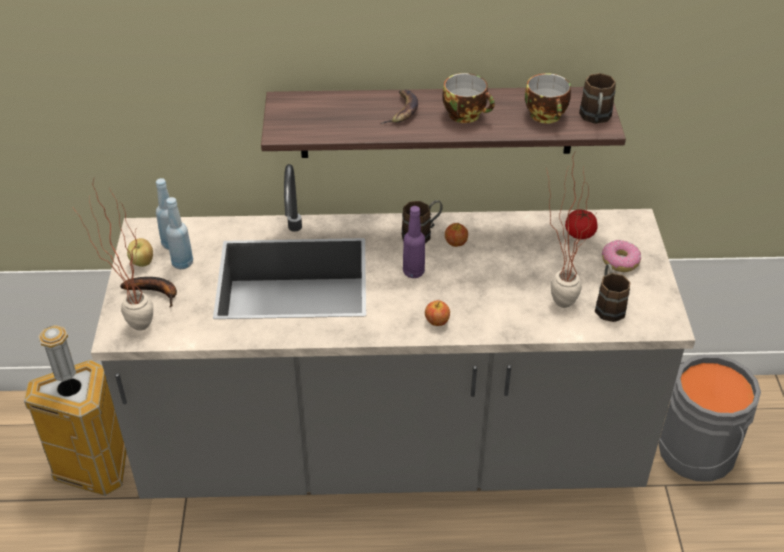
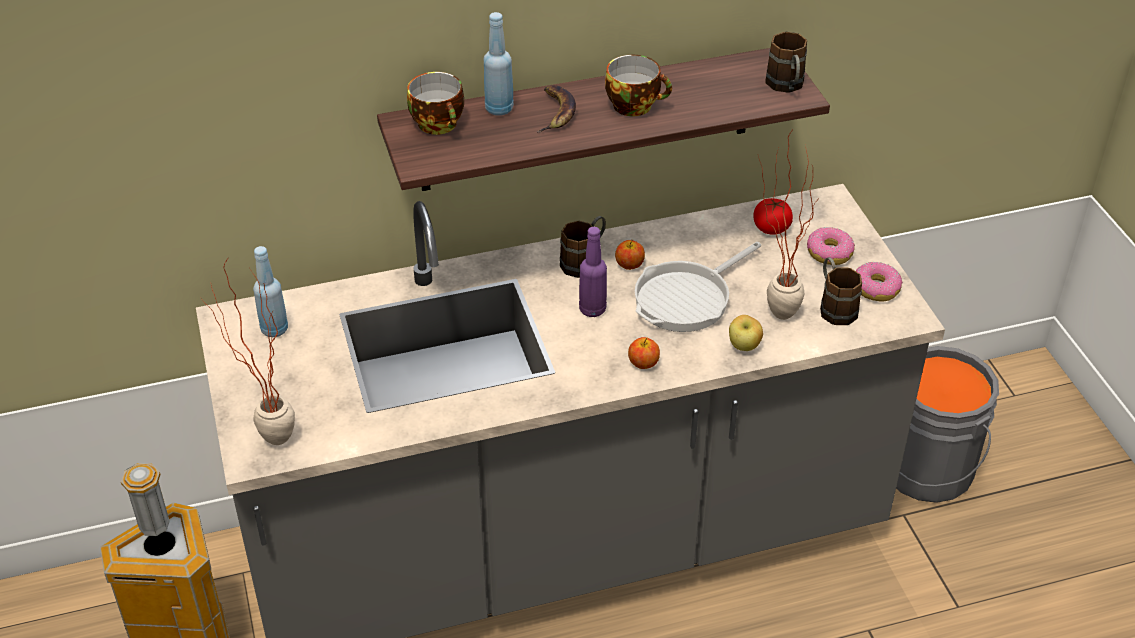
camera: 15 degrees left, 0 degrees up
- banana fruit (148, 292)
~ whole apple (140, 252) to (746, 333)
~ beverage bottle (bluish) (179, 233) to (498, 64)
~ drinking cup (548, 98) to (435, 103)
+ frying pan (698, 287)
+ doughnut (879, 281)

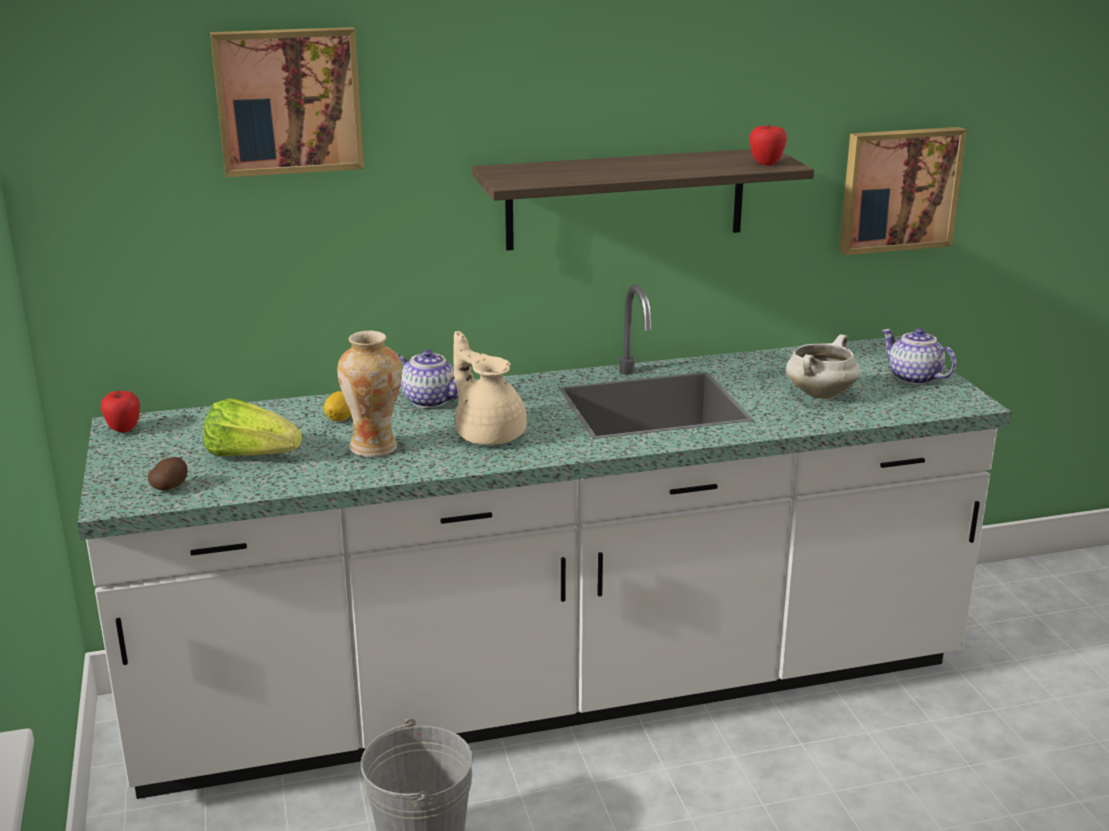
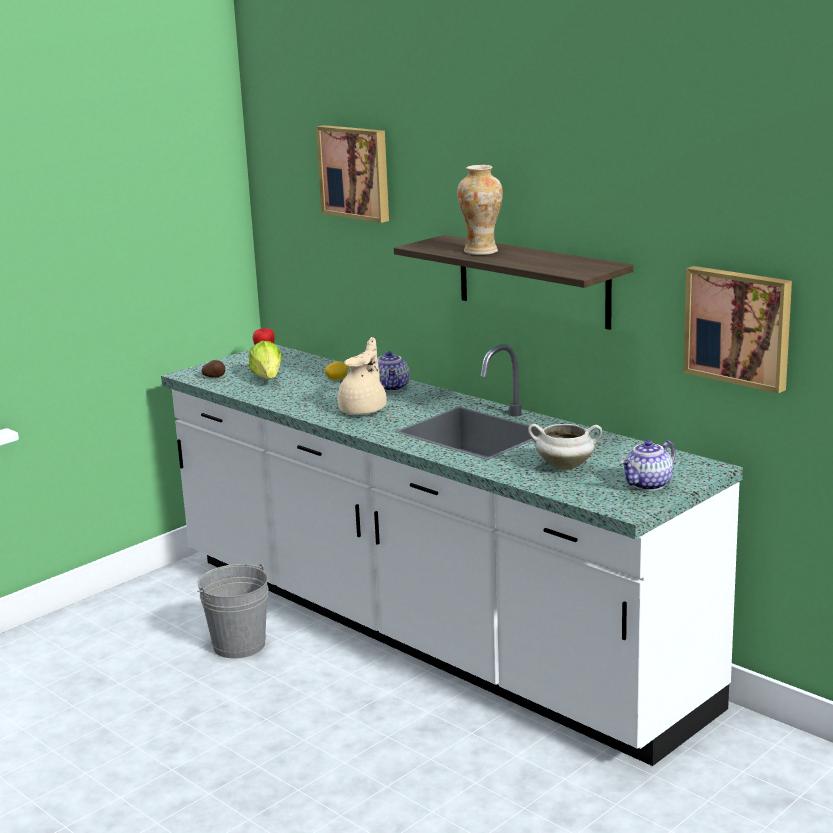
camera: 60 degrees right, 5 degrees down
~ decorative vase (369, 394) to (480, 210)
- whole apple (768, 144)
~ pot for tea (919, 356) = (648, 465) 150 degrees counterclockwise

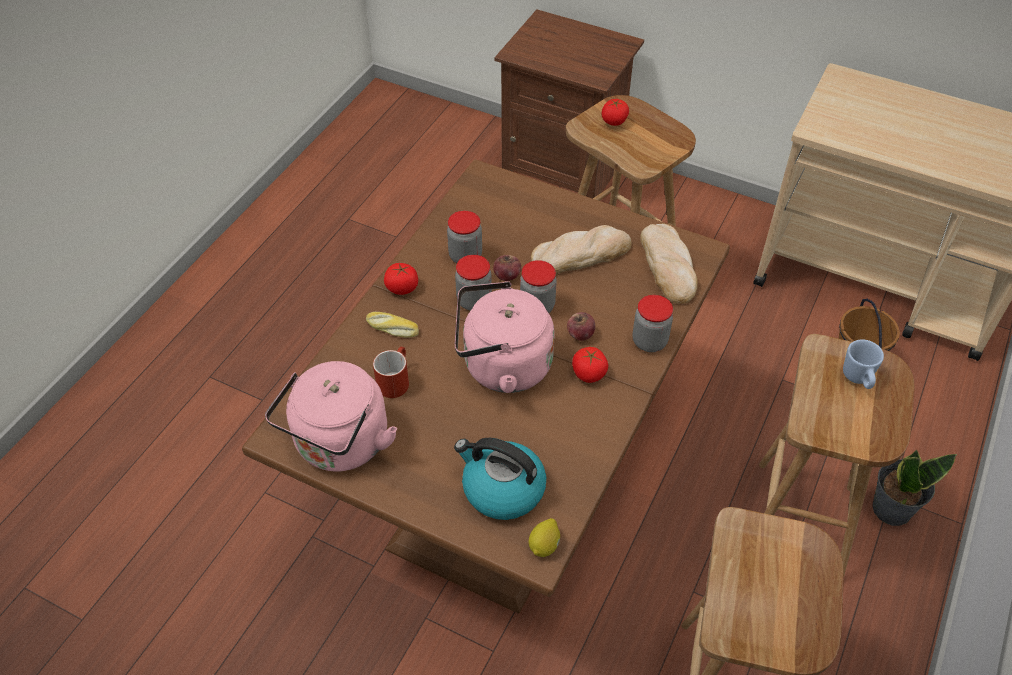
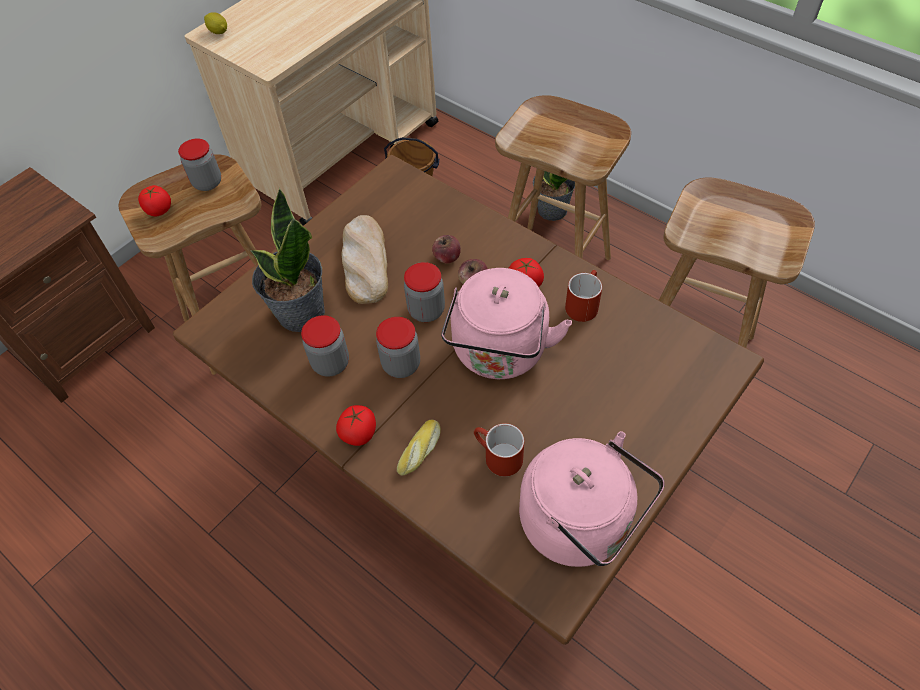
camera: 75 degrees left, 5 degrees up
- kettle (500, 479)
~ whole apple (507, 268) to (446, 249)
~ lemon (544, 537) to (215, 23)
~ storage jar (653, 323) to (199, 164)
- bread (669, 264)
- tea mug (bluish) (863, 364)
+ plant in a pot (287, 260)
+ tea mug (reddish) (583, 296)

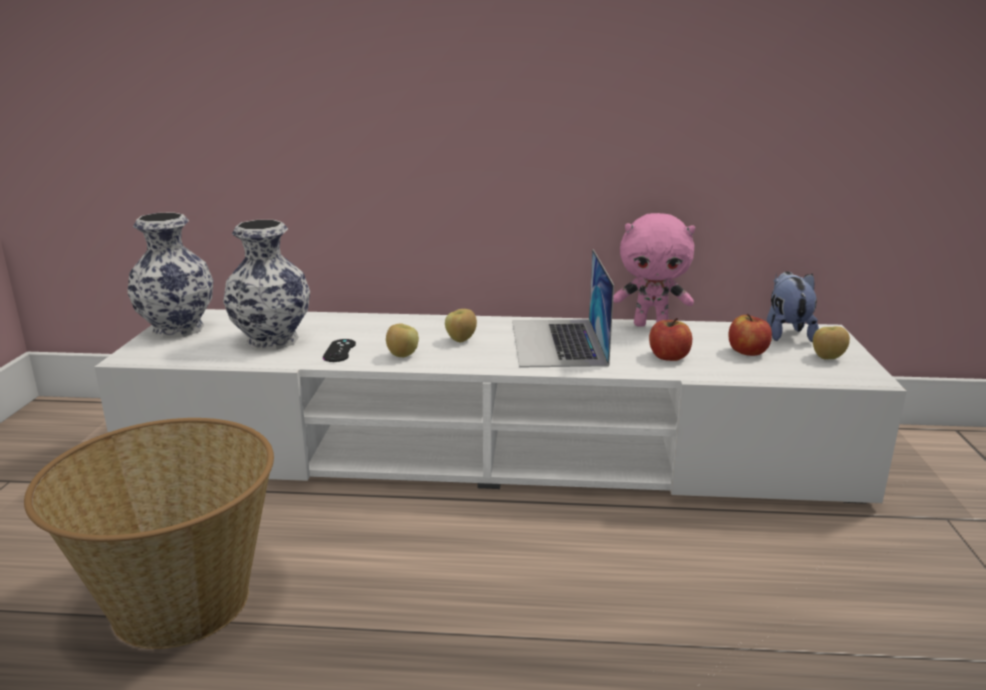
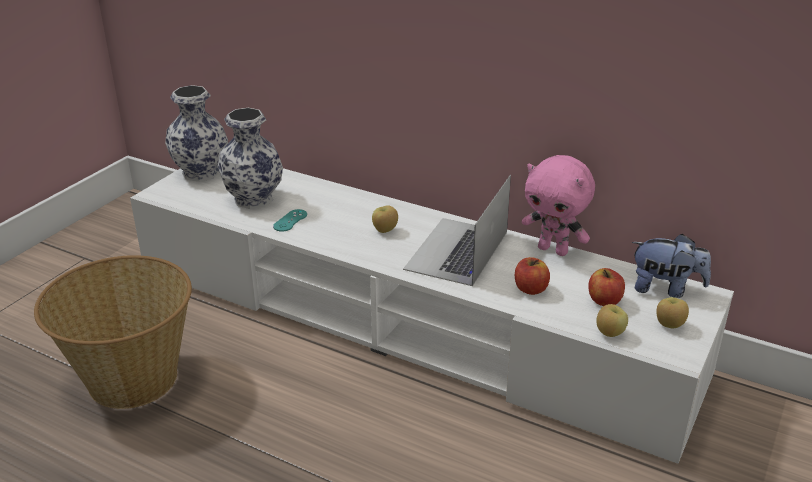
camera: 25 degrees right, 10 degrees up
~ game controller (black-coloured) (339, 350) to game controller (turquoise-coloured) (290, 220)
~ whole apple (402, 340) to (612, 320)
~ soft toy (793, 306) = (671, 266) 75 degrees clockwise

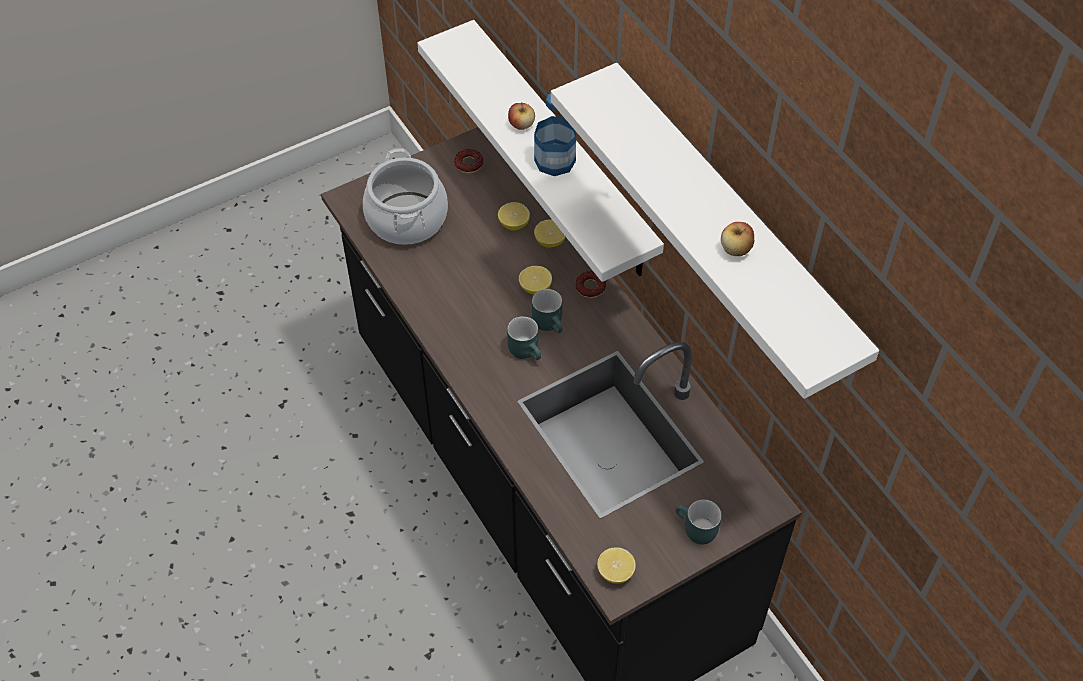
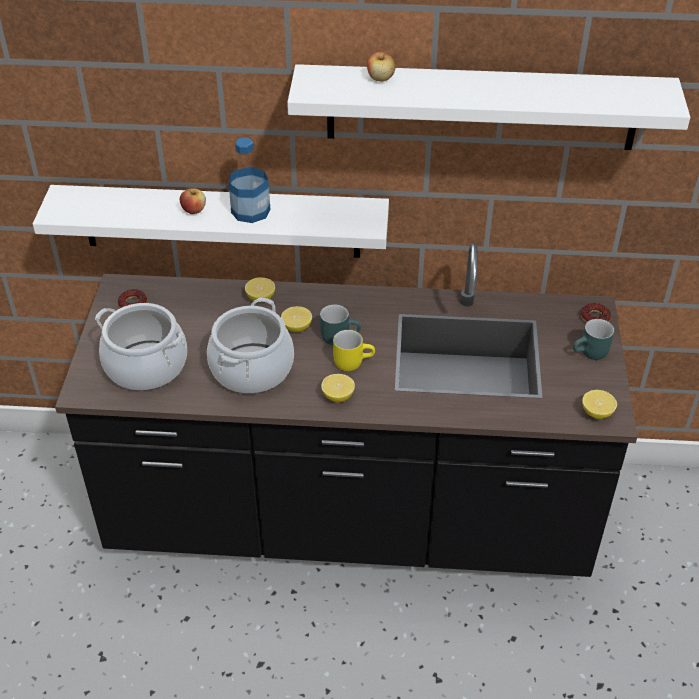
camera: 55 degrees left, 10 degrees down
~ lemon (514, 216) to (338, 388)
~ tea mug (turquoise-coloured) (524, 338) to tea mug (yellowish) (354, 350)
~ doughnut (590, 284) to (596, 313)
~ whole apple (737, 239) to (381, 66)
+ saucepot (250, 346)

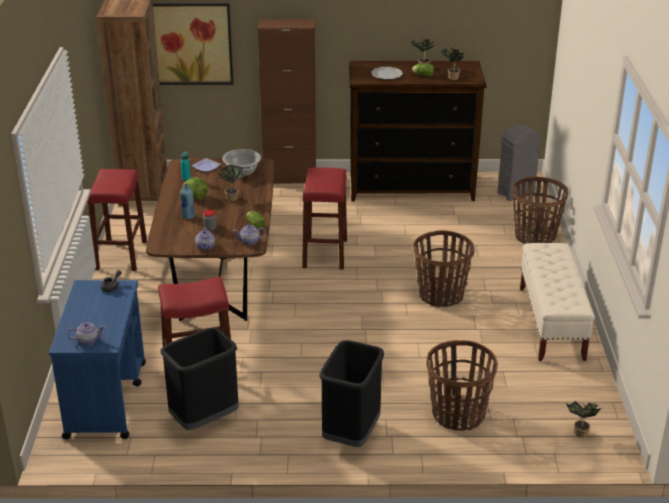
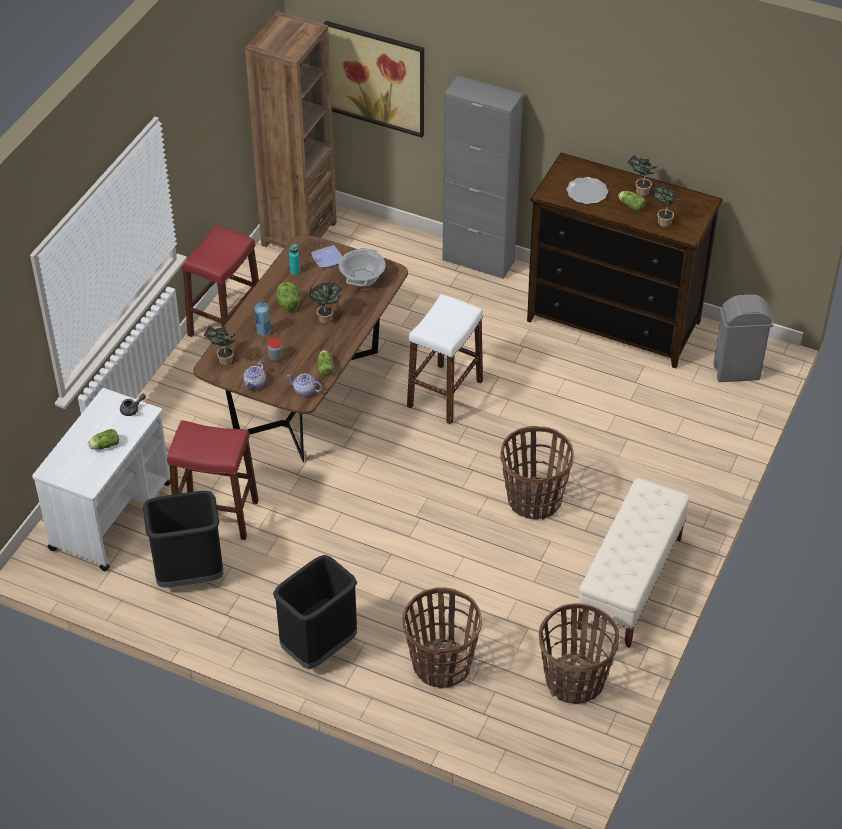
camera: 25 degrees right, 15 degrees up
~ cart (bluish) (97, 359) to cart (white) (101, 479)
- pot for tea (86, 334)
~ cabinet (brown) (287, 101) to cabinet (grey) (483, 177)
~ stool seat (reddish) (324, 218) to stool seat (white) (445, 359)
~ basket (540, 210) to (579, 653)
~ plant in a pot (583, 419) to (220, 345)
+ lettuce (103, 439)

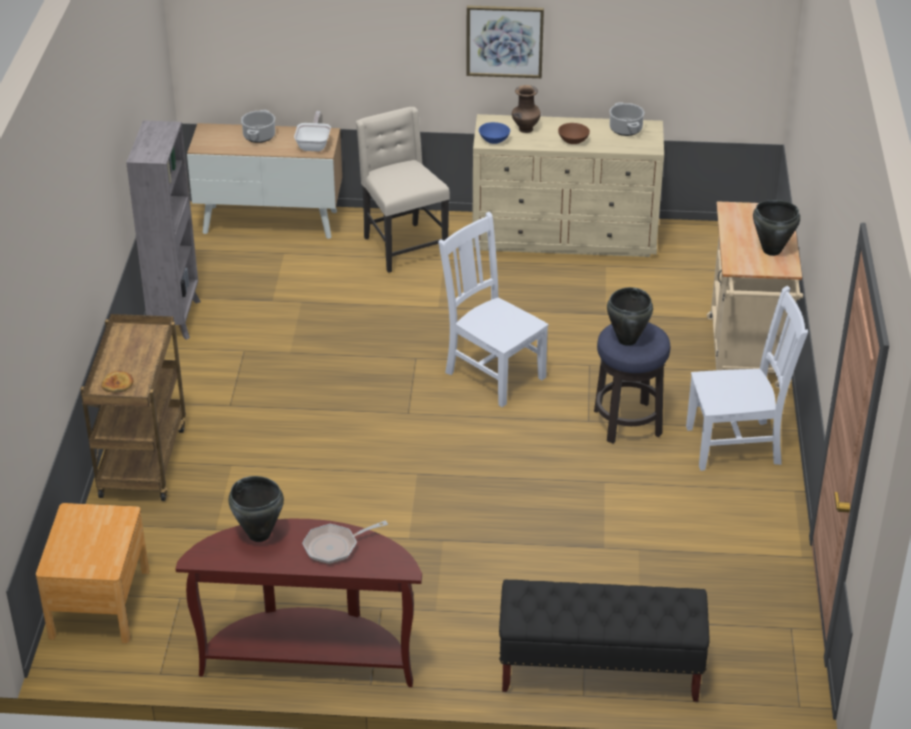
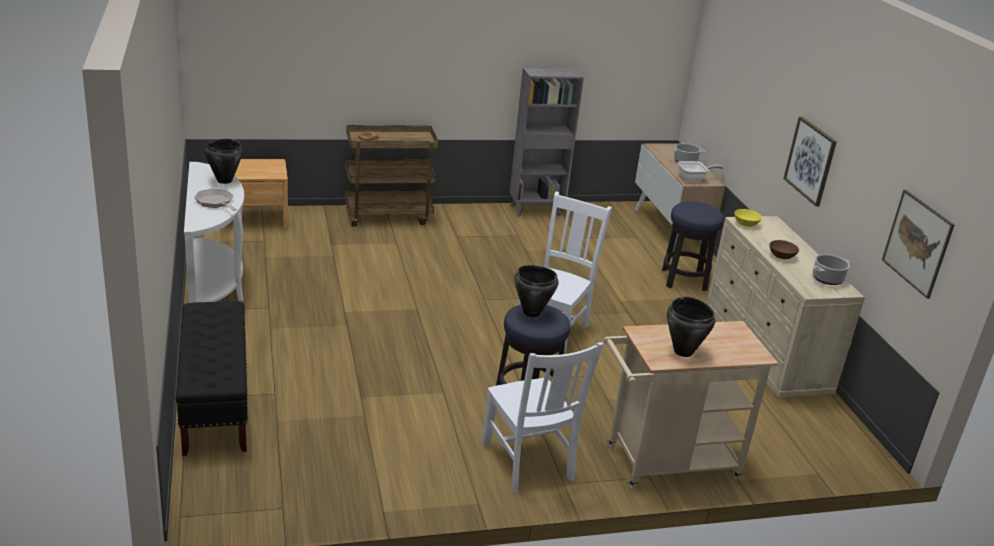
camera: 70 degrees right, 10 degrees down
~ hall table (brown) (298, 603) to hall table (white) (214, 232)
~ upright chair (beige) (403, 190) to stool seat (693, 246)
~ serving bowl (bluish) (494, 133) to serving bowl (yellowish) (748, 218)
- decorative vase (brown) (526, 109)
+ picture (918, 244)

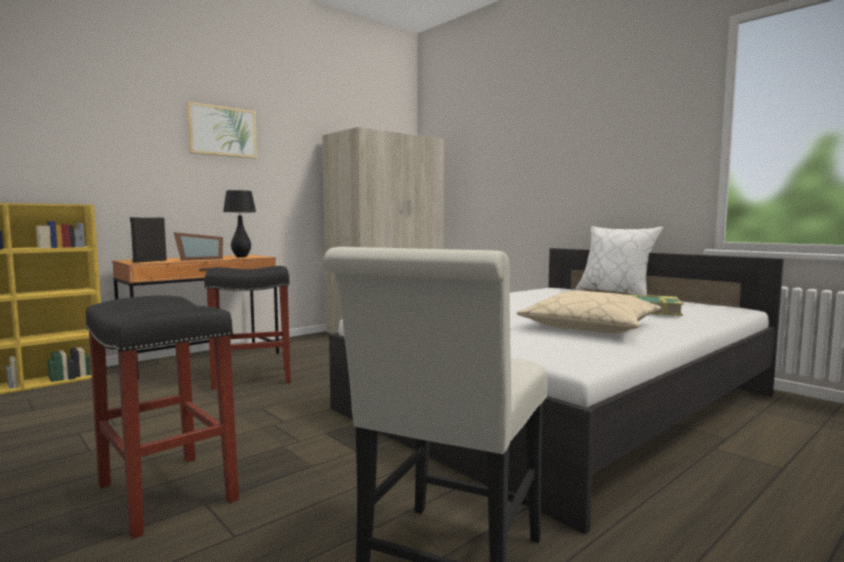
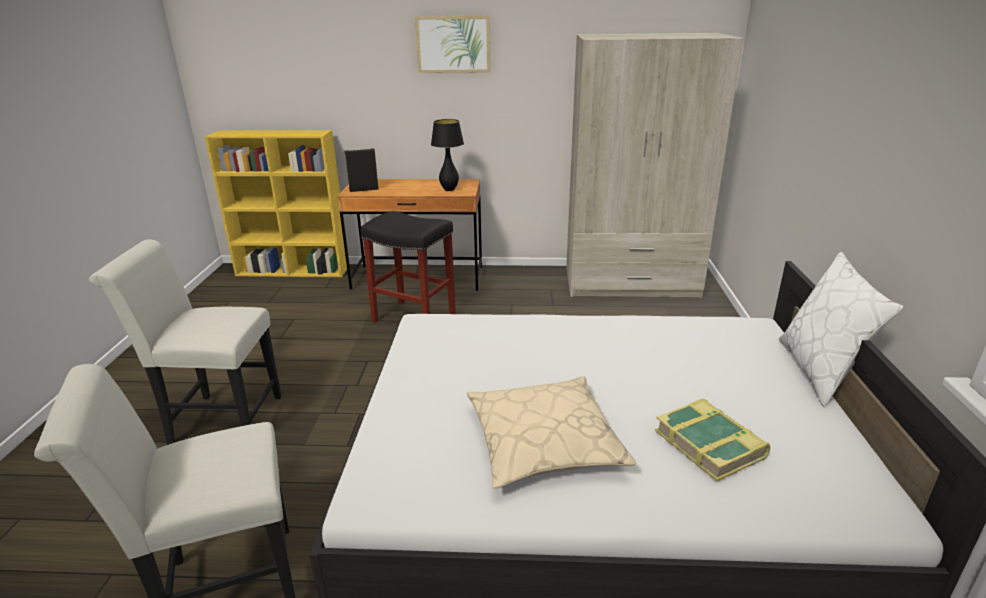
camera: 45 degrees right, 20 degrees up
~ stool seat (black-coloured) (162, 417) to upright chair (white) (185, 342)
- photo frame (198, 246)

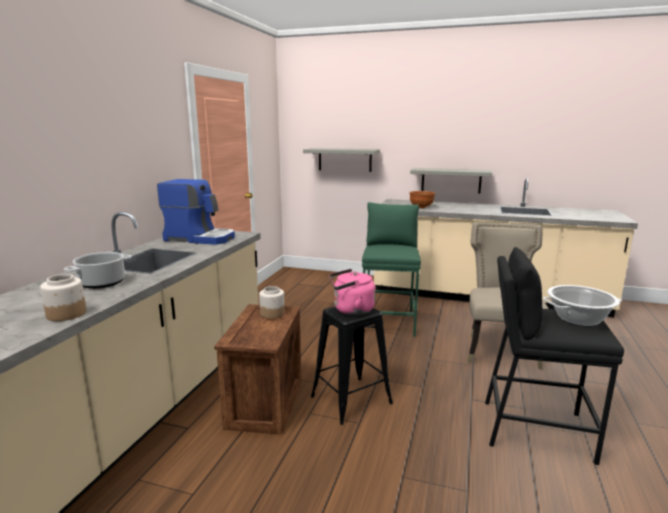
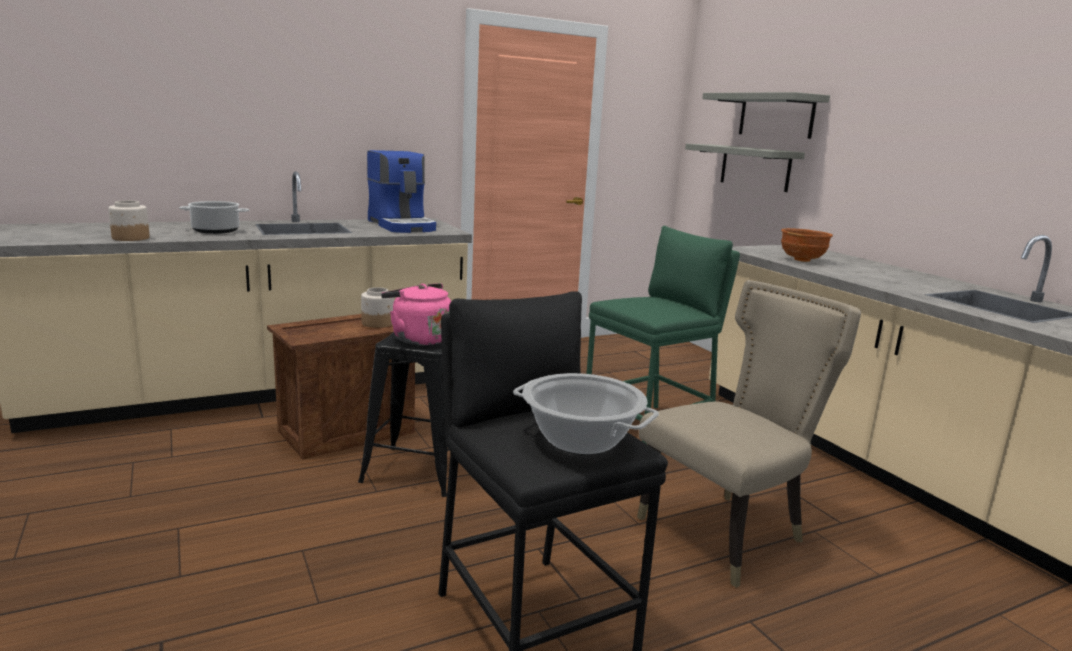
camera: 45 degrees right, 0 degrees up
~ shelf (grey) (451, 181) to (766, 115)

